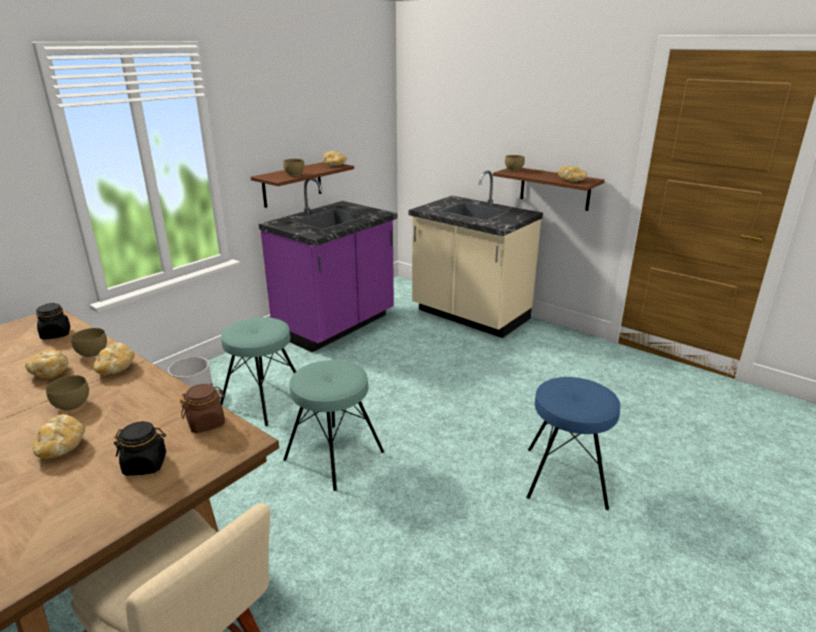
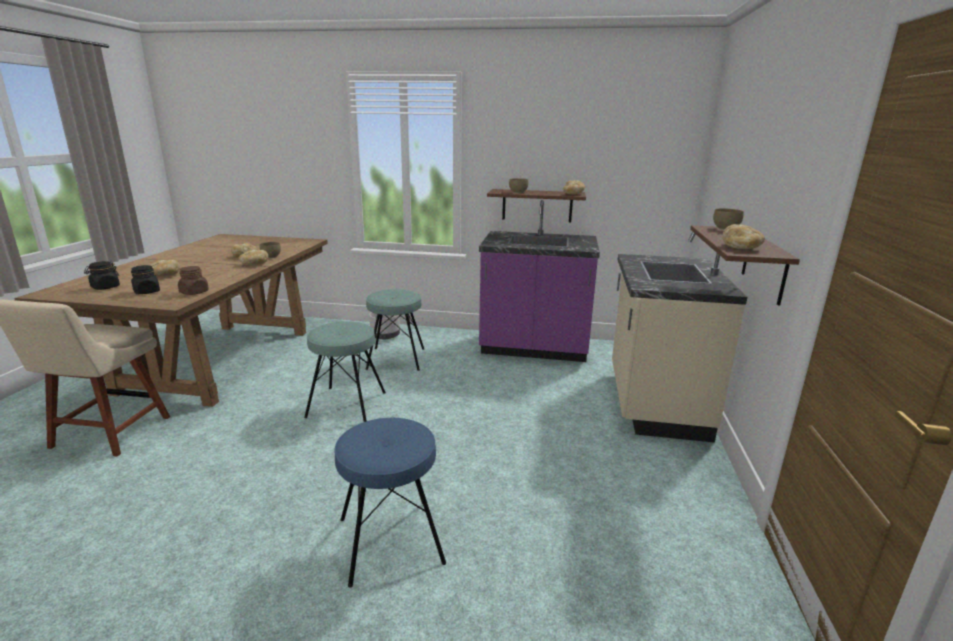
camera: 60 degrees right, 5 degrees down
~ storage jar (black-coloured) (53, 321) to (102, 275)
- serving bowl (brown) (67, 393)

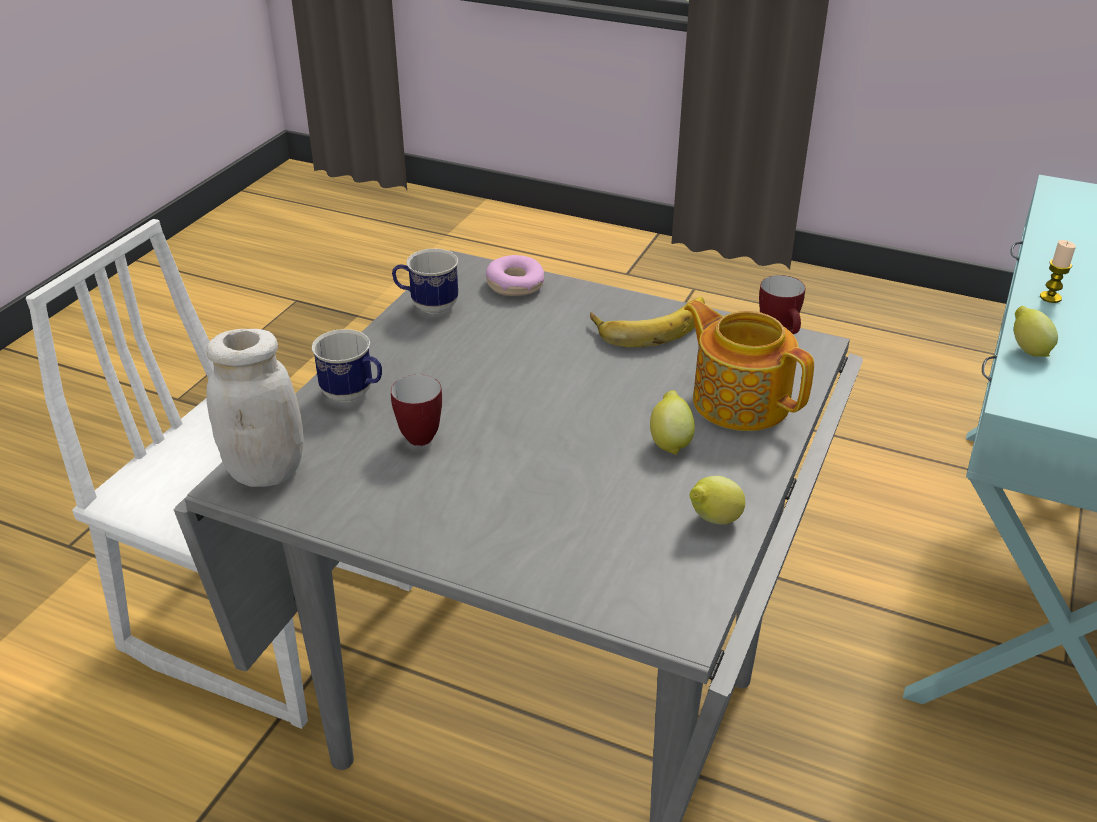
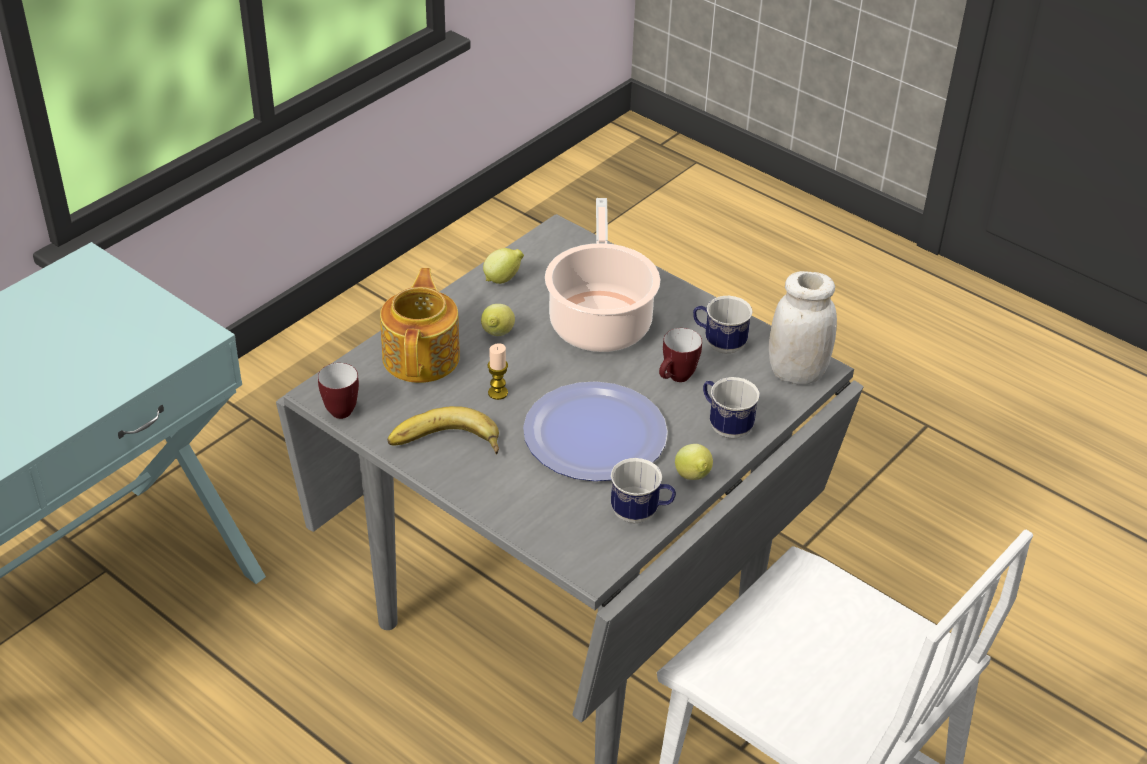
camera: 165 degrees left, 5 degrees up
- doughnut (515, 275)
~ pot for tea (749, 365) = (420, 325) 150 degrees counterclockwise
~ lemon (1036, 331) to (694, 462)
~ candle (1058, 271) to (498, 371)
+ flat dish (595, 431)
+ saucepot (602, 275)
+ tea mug (723, 325)

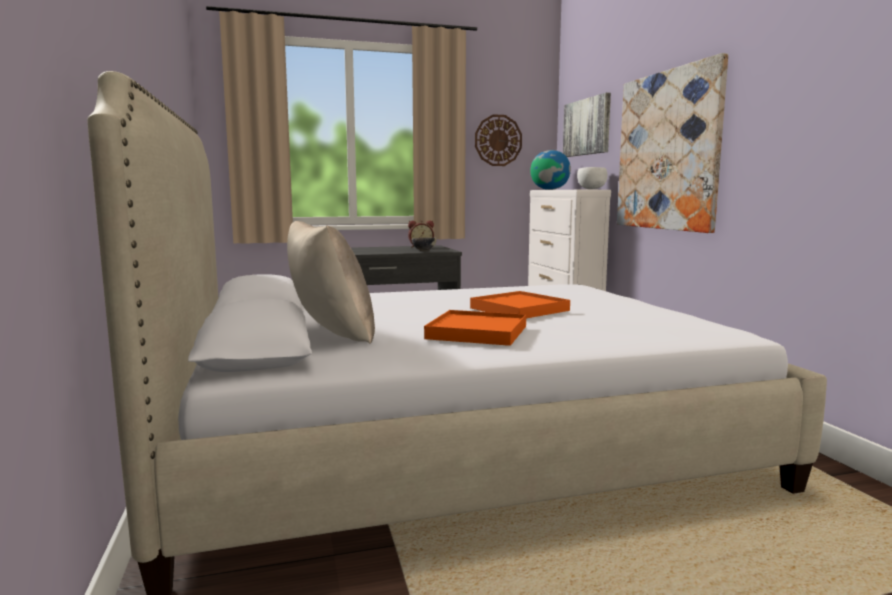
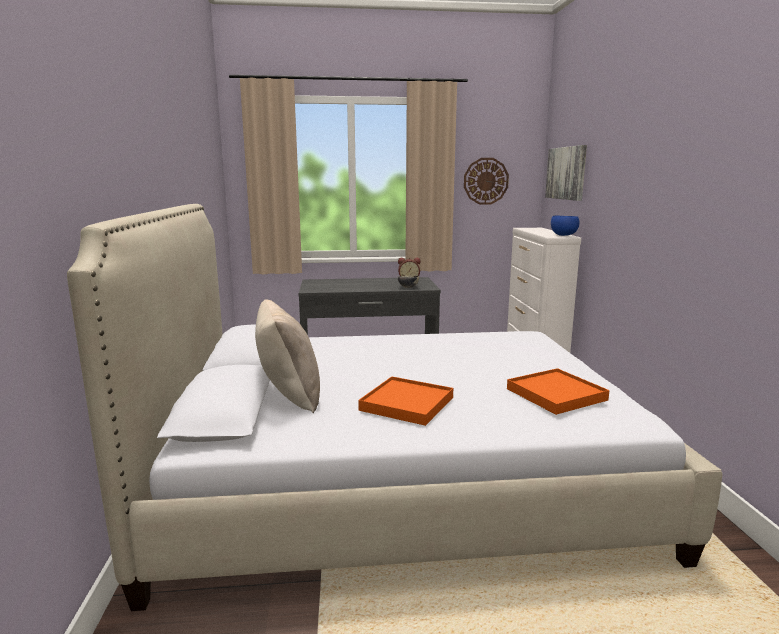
camera: 10 degrees right, 5 degrees up
~ tray (orange) (520, 304) to (558, 391)
- globe (550, 170)
~ serving bowl (white) (592, 178) to serving bowl (bluish) (565, 225)
- picture (672, 143)

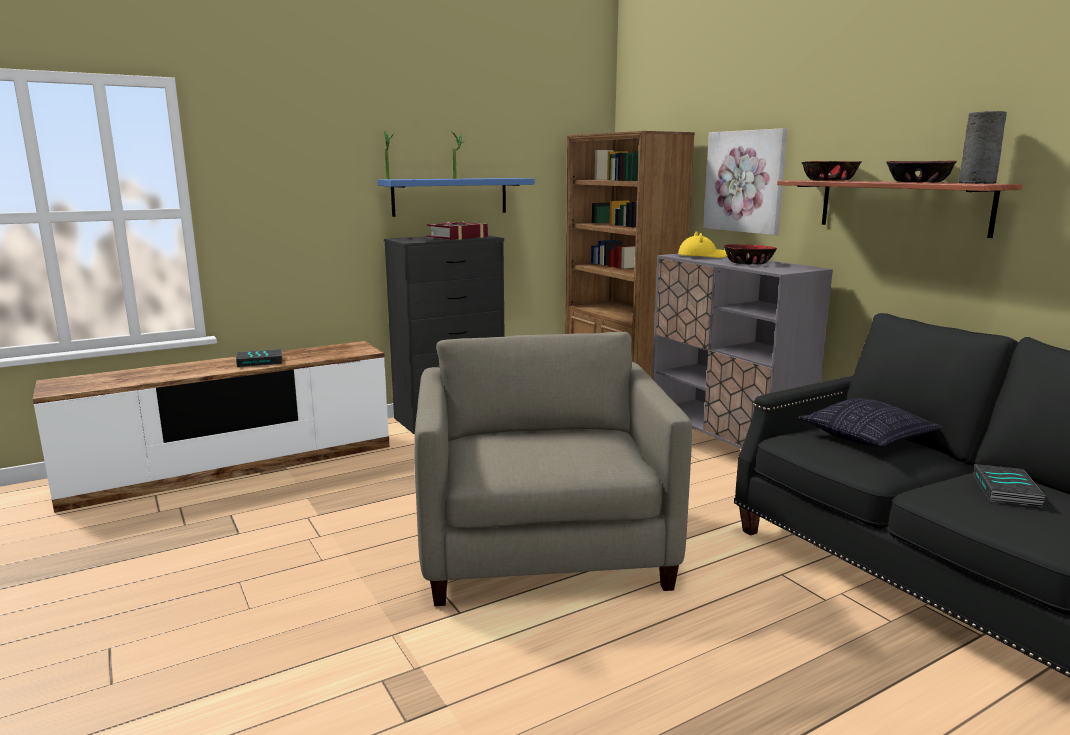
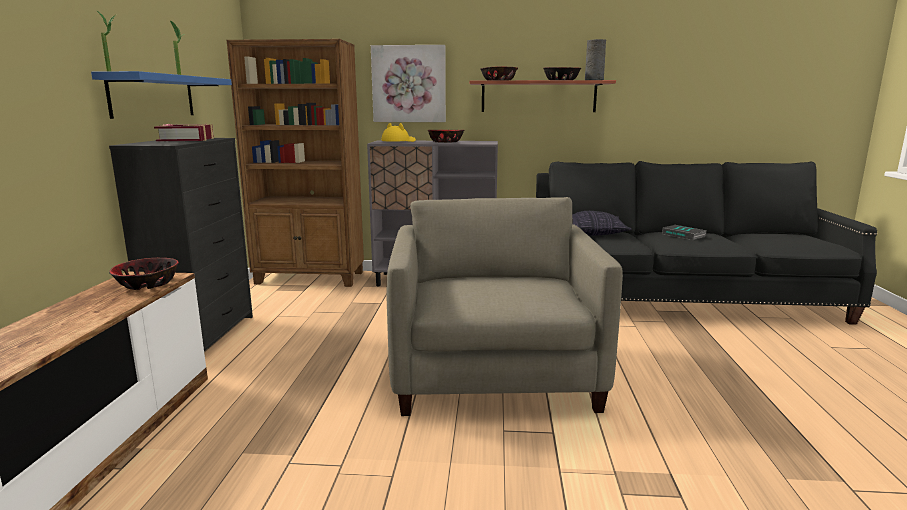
camera: 55 degrees left, 0 degrees up
- bound book (259, 358)
~ easy chair (beige) (553, 469) = (504, 306) 60 degrees clockwise
+ serving bowl (144, 274)

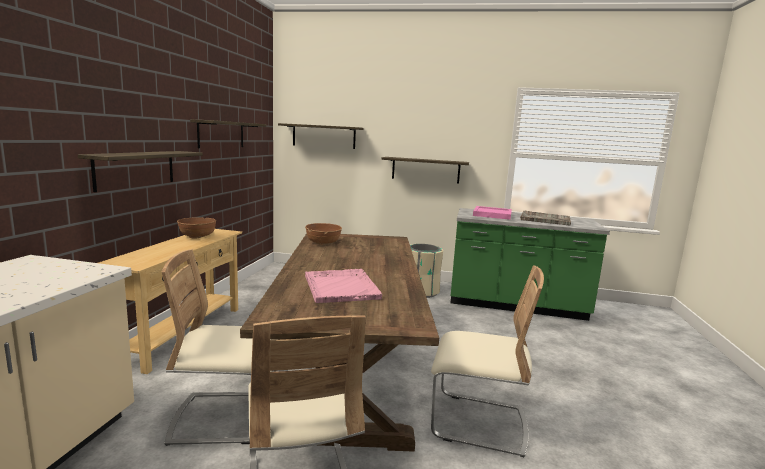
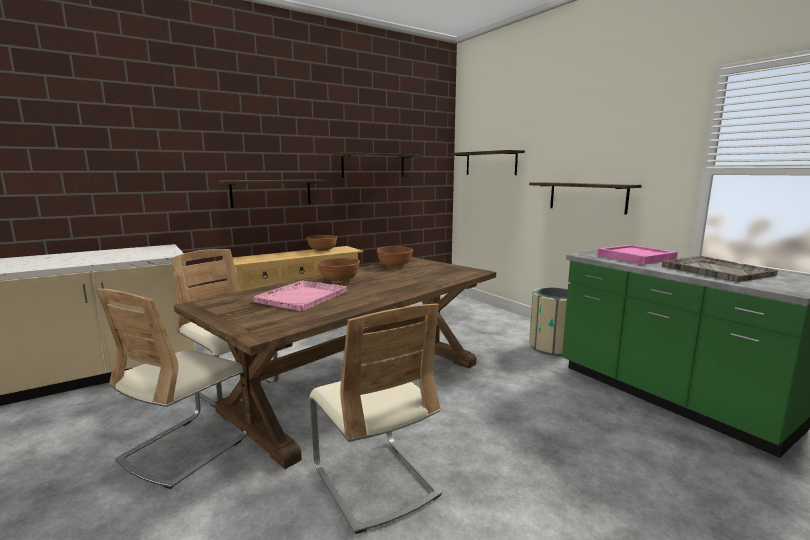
camera: 45 degrees right, 0 degrees up
+ serving bowl (brown) (338, 270)

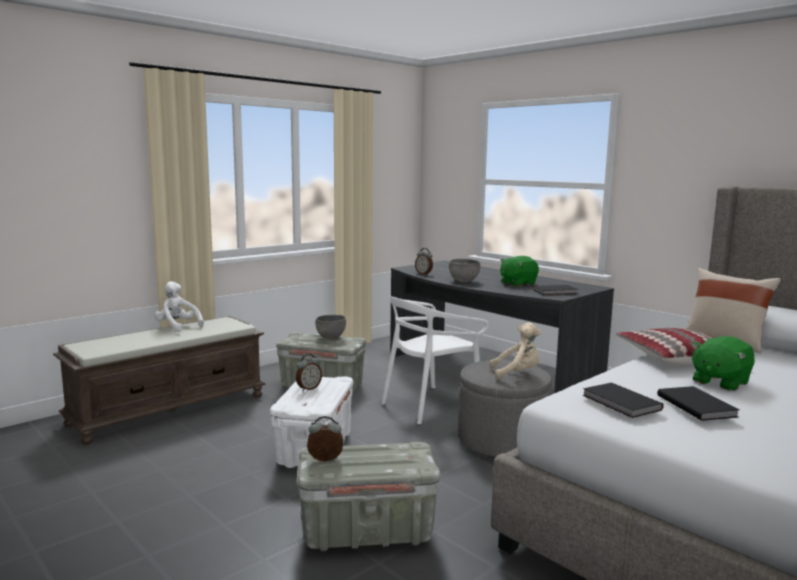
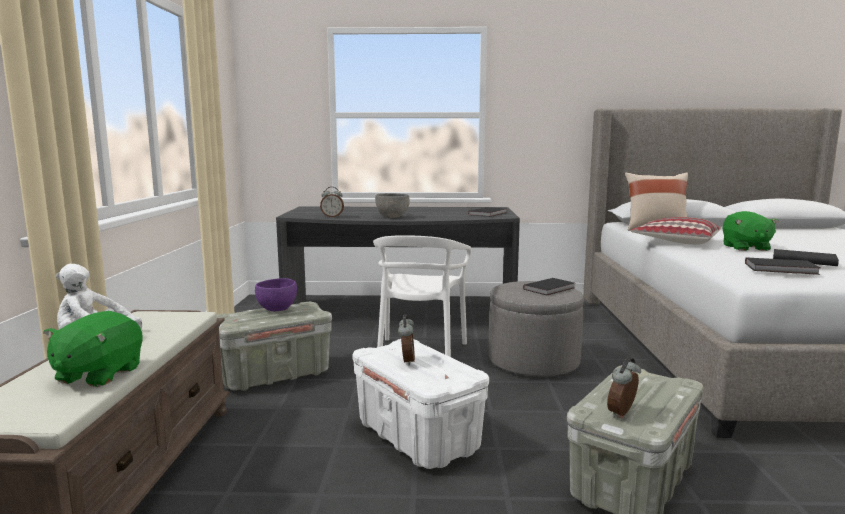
camera: 45 degrees left, 0 degrees up
~ serving bowl (grey) (330, 327) to serving bowl (purple) (276, 294)
~ soft toy (beige) (515, 351) to bound book (black-coloured) (549, 287)
~ soft toy (greenish) (519, 271) to (93, 349)

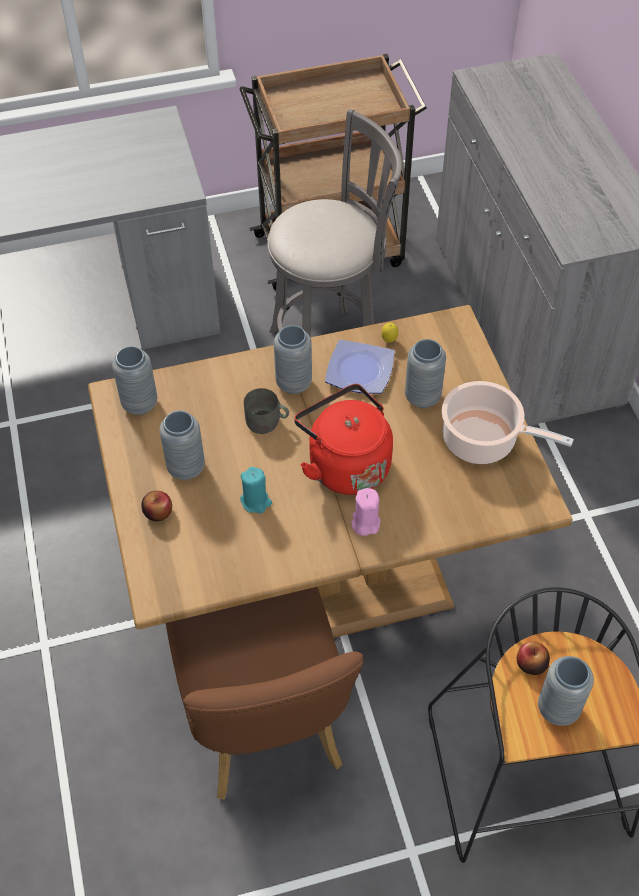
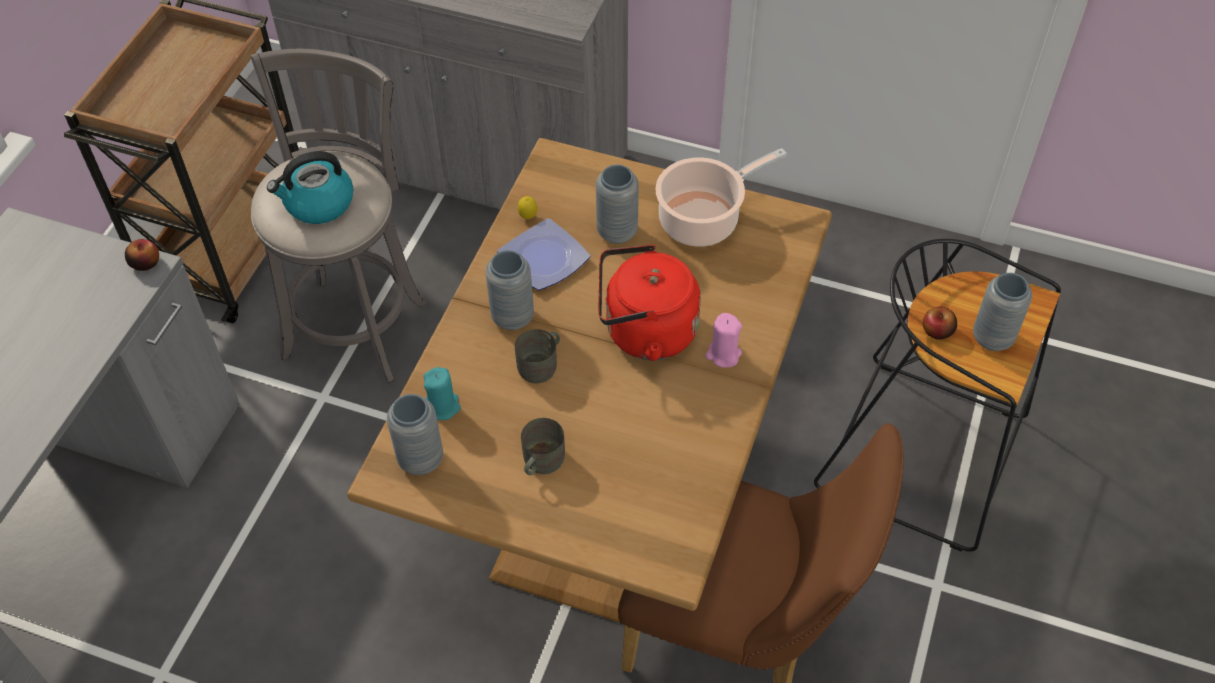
camera: 55 degrees left, 0 degrees up
~ whole apple (156, 506) to (142, 255)
~ decorative vase (grey) (182, 445) to tea mug (grey) (543, 446)
~ candle (turquoise-coloured) (256, 490) to (442, 393)
+ kettle (310, 187)

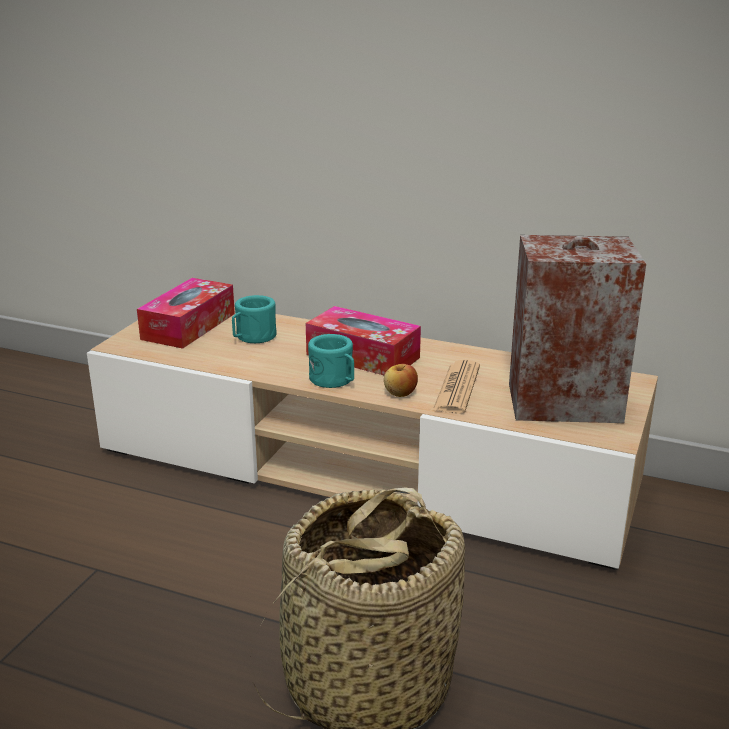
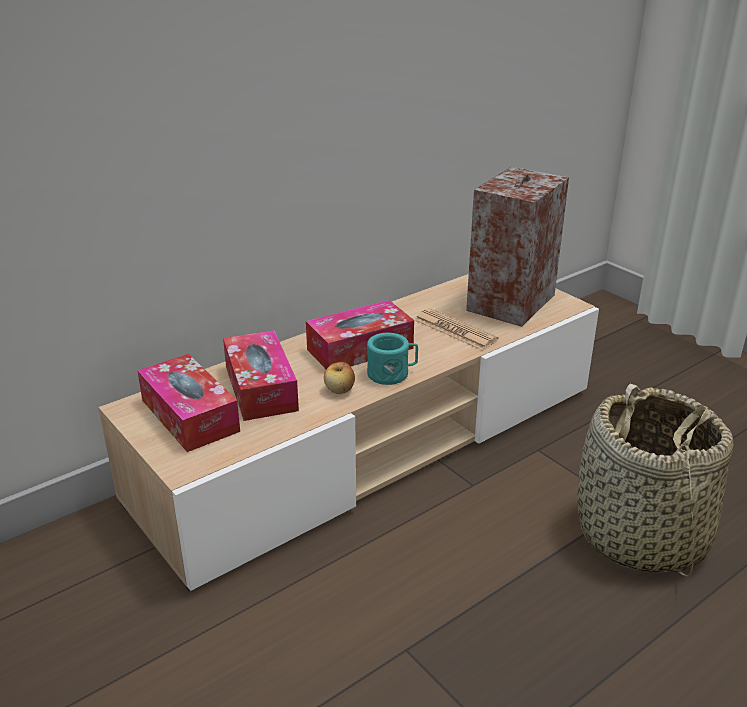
camera: 60 degrees left, 5 degrees up
~ tea mug (turquoise-coloured) (254, 319) to box of tissues (261, 375)
~ whole apple (401, 380) to (339, 378)

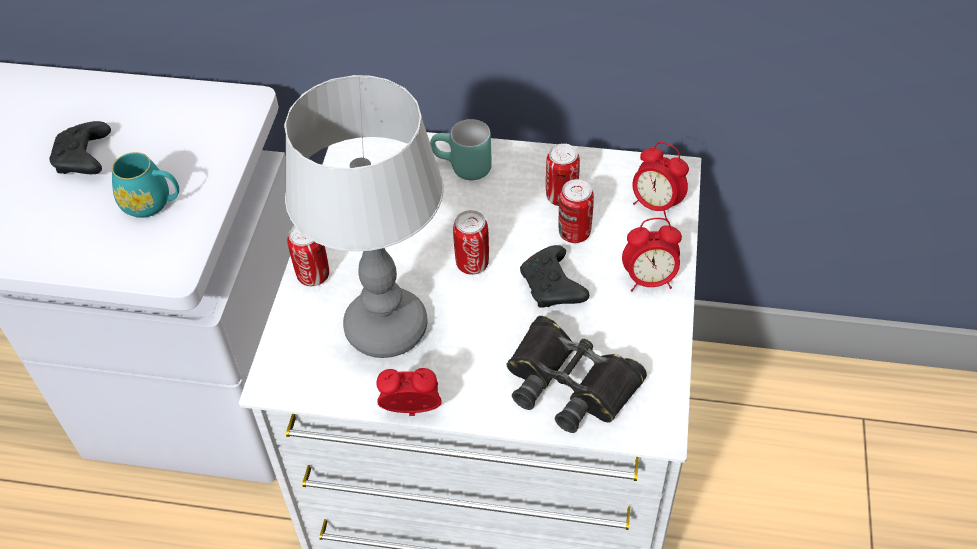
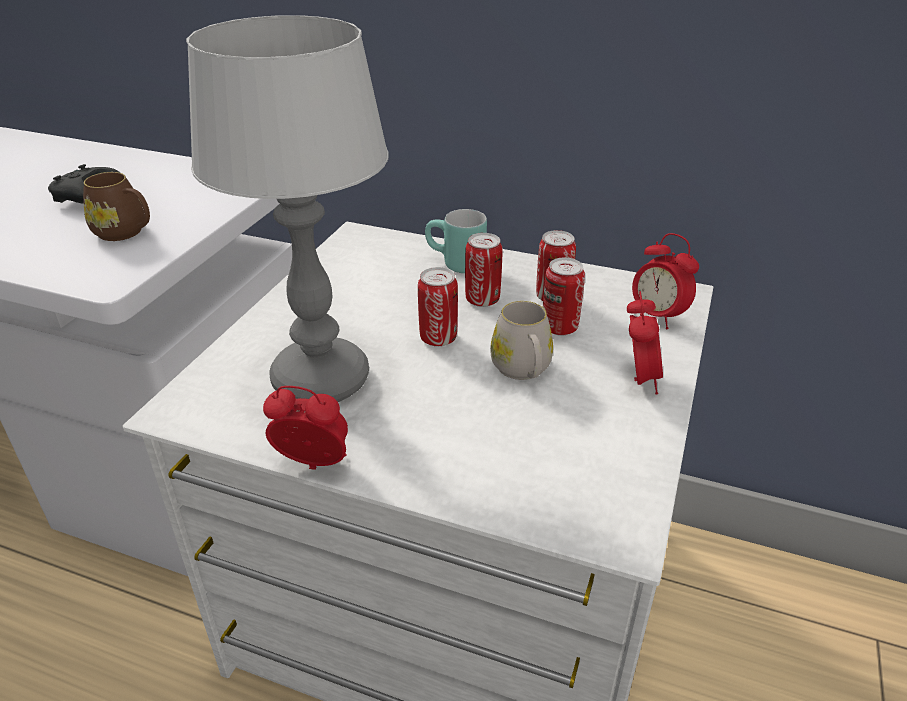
camera: 10 degrees right, 15 degrees down
~ tea mug (turquoise-coloured) (145, 185) to tea mug (brown) (116, 206)
~ can (308, 255) to (483, 270)
- field glasses (black-coloured) (577, 374)
~ game controller (black-coloured) (554, 276) to tea mug (white) (521, 340)
~ alarm clock (652, 254) = (645, 343) 90 degrees counterclockwise

